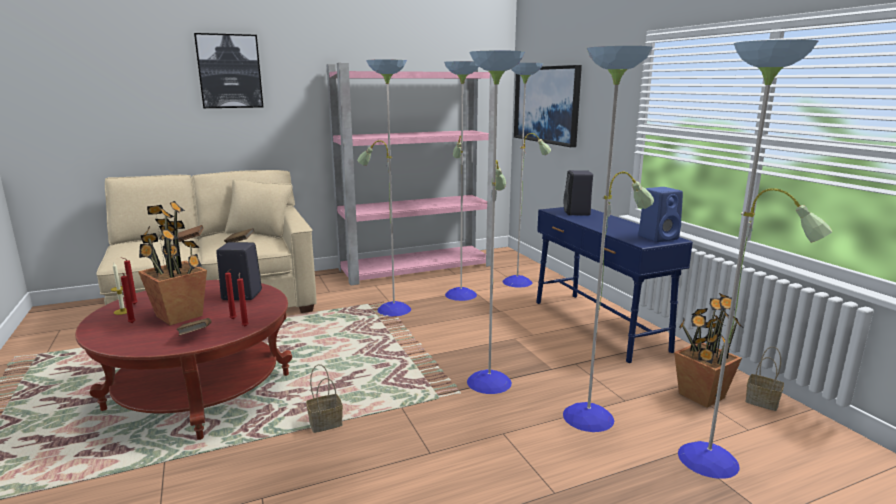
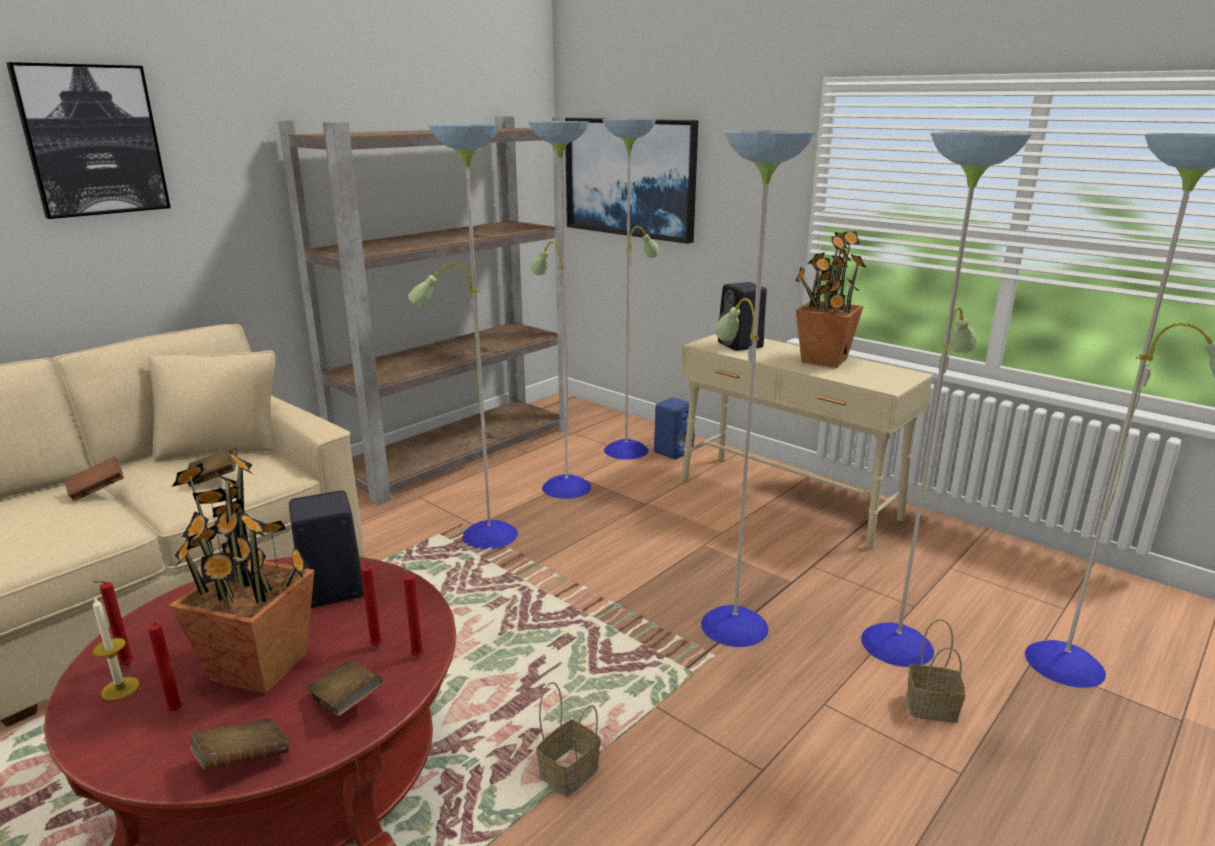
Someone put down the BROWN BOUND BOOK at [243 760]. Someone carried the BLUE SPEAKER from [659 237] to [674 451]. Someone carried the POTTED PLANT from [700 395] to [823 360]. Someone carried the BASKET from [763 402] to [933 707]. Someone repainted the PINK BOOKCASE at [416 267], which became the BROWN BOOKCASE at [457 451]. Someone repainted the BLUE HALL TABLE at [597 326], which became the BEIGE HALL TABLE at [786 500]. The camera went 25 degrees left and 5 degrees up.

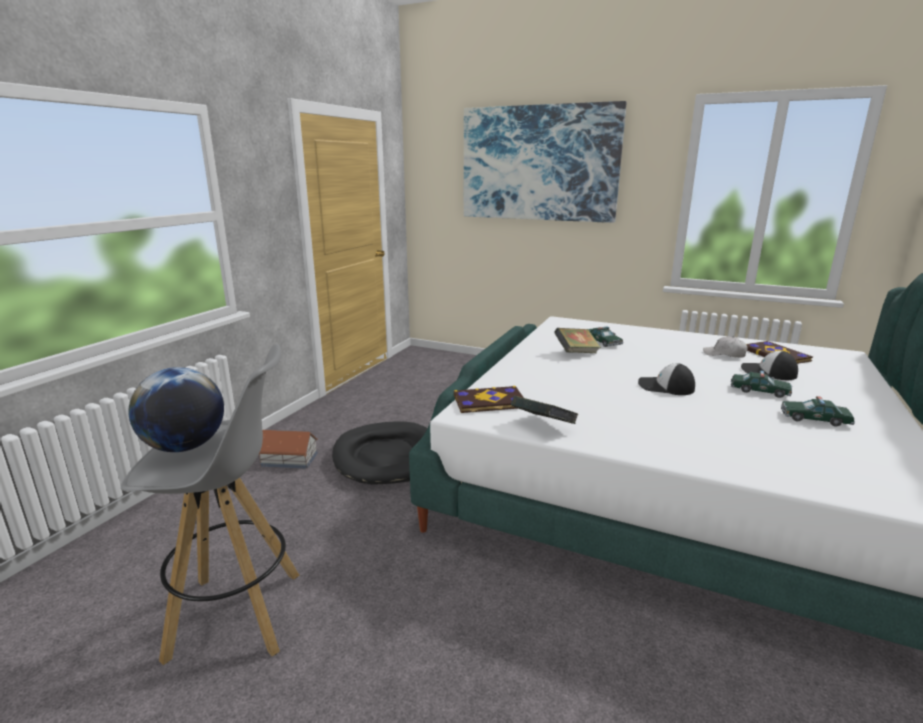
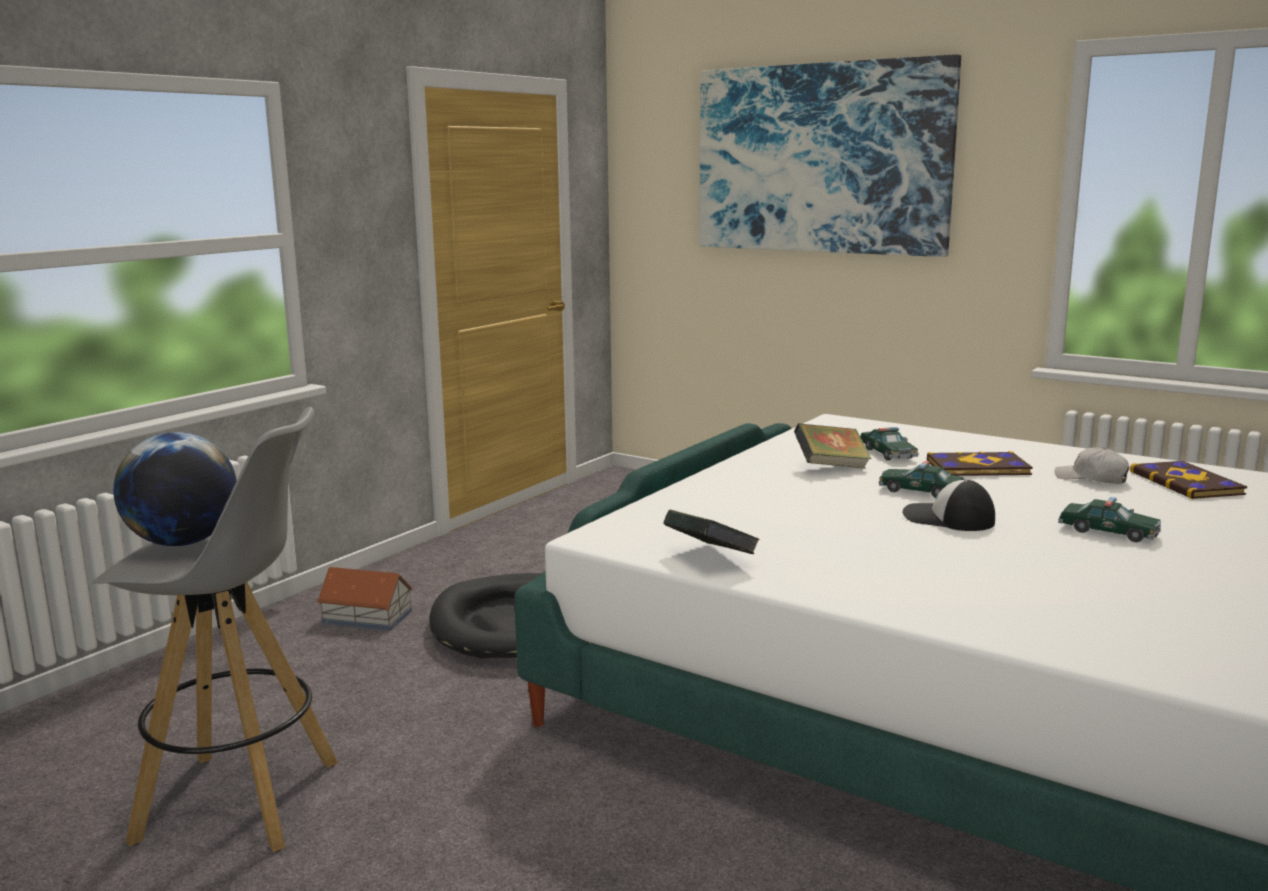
Someone took away the PEAKED CAP at [768 372]. Someone carried the BOUND BOOK from [489 402] to [978 468]. Someone carried the MINIATURE CAR from [814 419] to [921 491]. The camera went 10 degrees right and 5 degrees down.

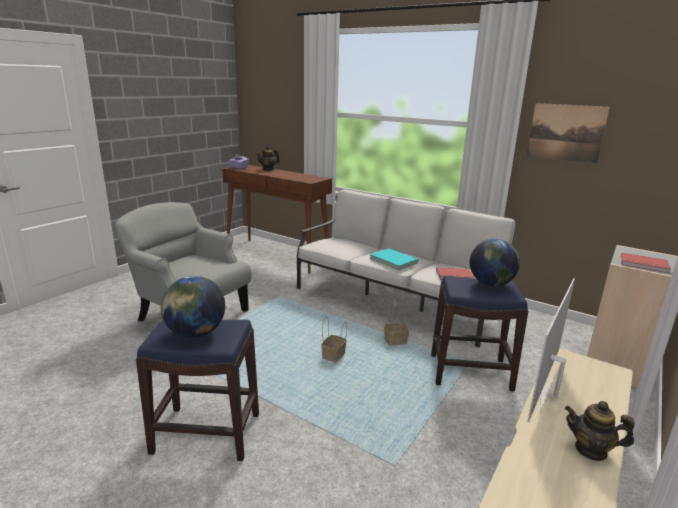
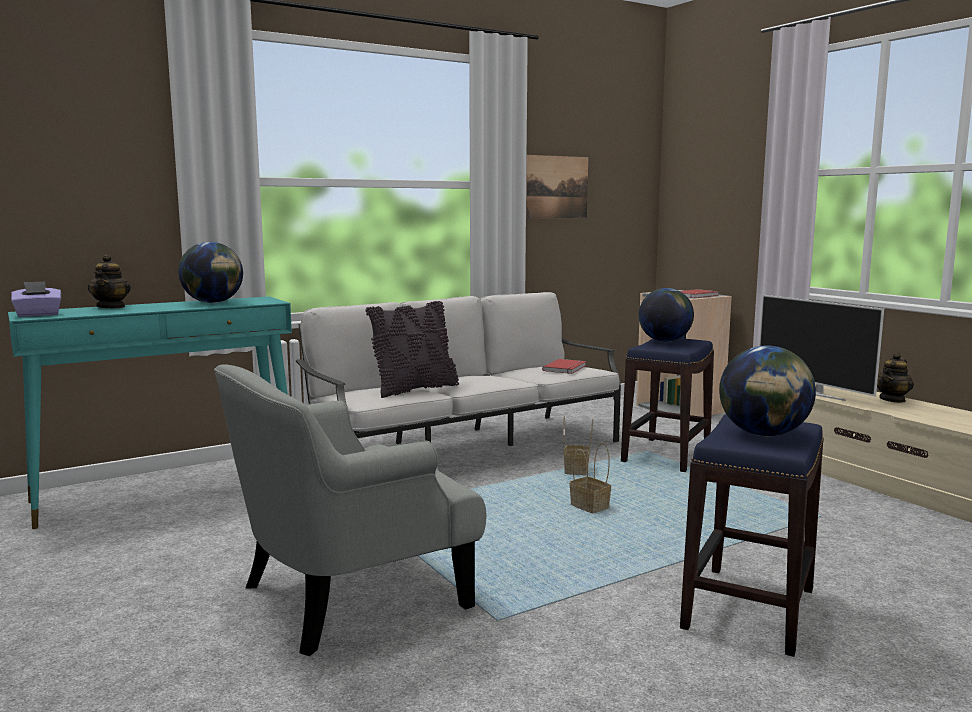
Someone took away the TURQUOISE-COLOURED BOUND BOOK at [393 261]. Someone put down the WORLD GLOBE at [213 302]. Someone put down the BLACK-COLOURED THROW PILLOW at [414 389]. Someone repainted the BROWN HALL TABLE at [277 255], which became the TURQUOISE-COLOURED HALL TABLE at [170 490]. The camera went 65 degrees left and 10 degrees down.

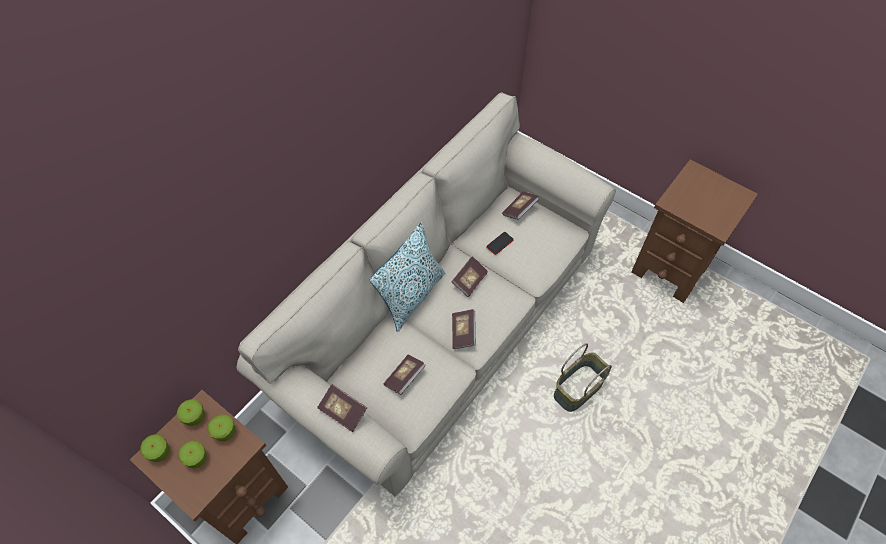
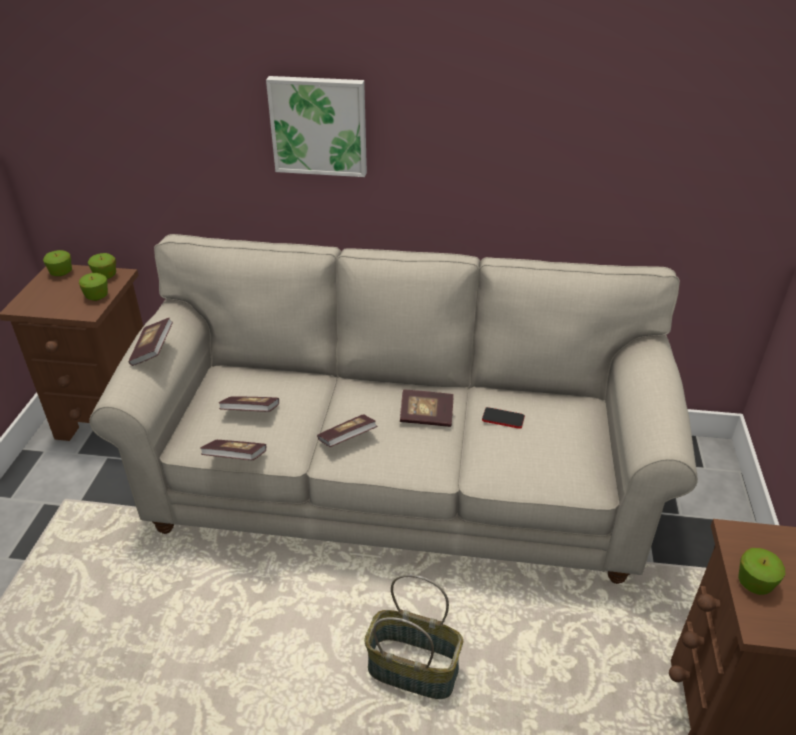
Someone took away the THROW PILLOW at [412 296]. Someone put up the WALL ART at [319 125]. Someone carried the WHOLE APPLE from [197 458] to [754 583]. Someone carried the BOUND BOOK from [519 210] to [235 458]. The camera went 60 degrees right and 20 degrees down.

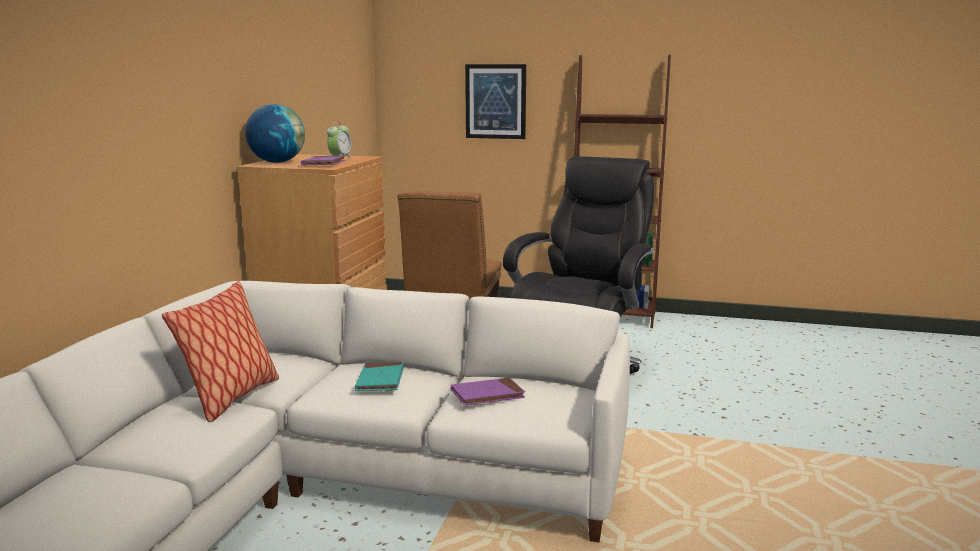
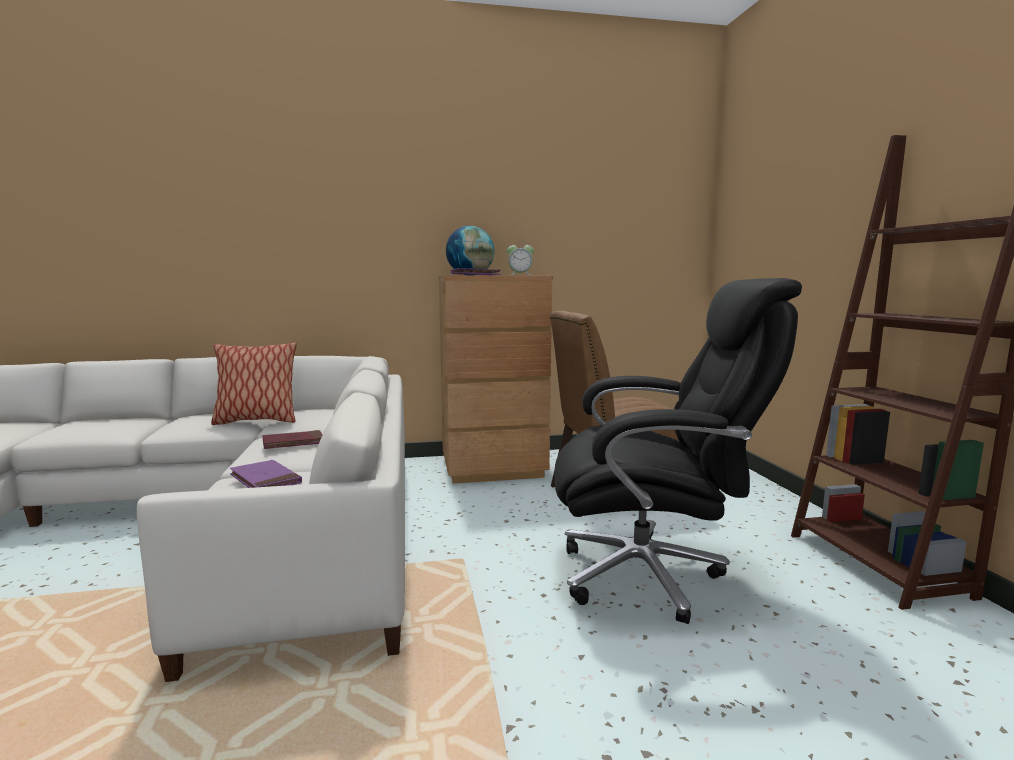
Someone took away the WALL ART at [495 101]. Someone repainted the TURQUOISE-COLOURED BOUND BOOK at [380 380], which became the RED BOUND BOOK at [293 443]. The camera went 65 degrees right and 5 degrees down.

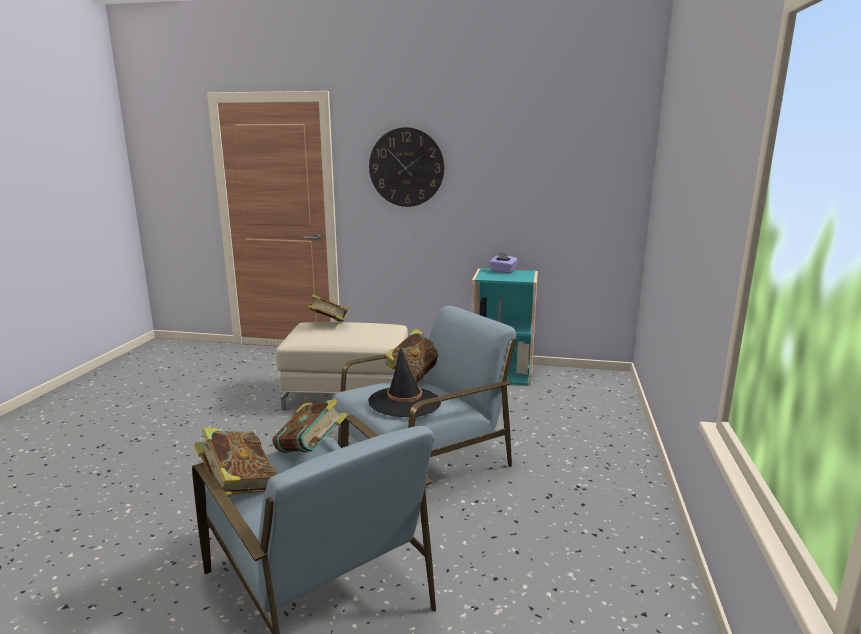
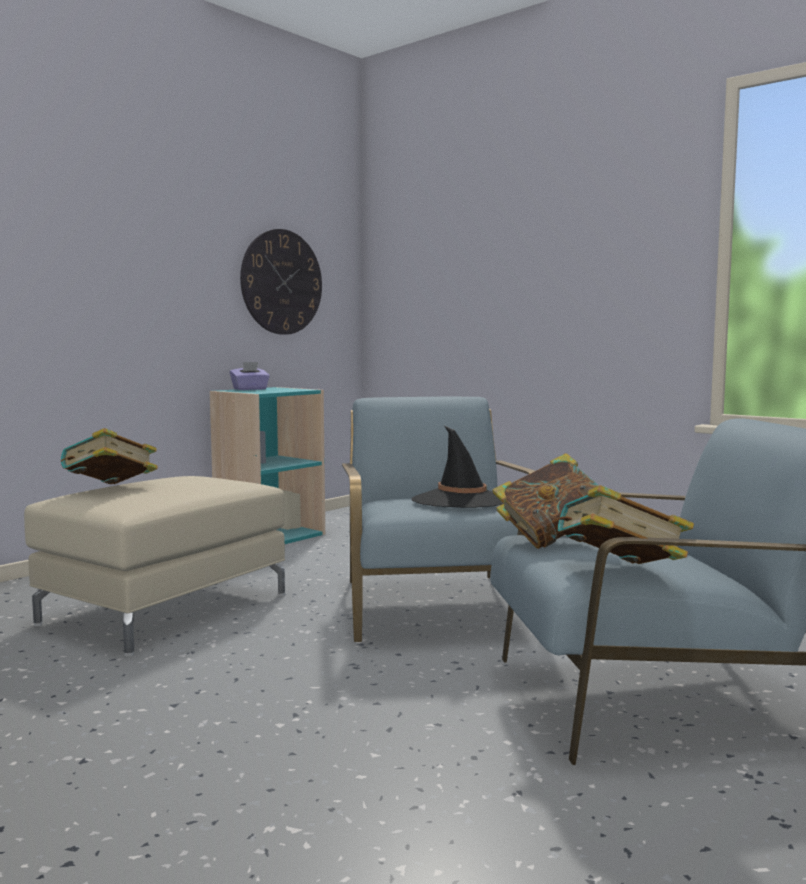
Someone took away the BOUND BOOK at [415 375]. Someone carried the CLOCK ON THE WALL from [406 167] to [281 282]. The camera went 60 degrees left and 10 degrees down.

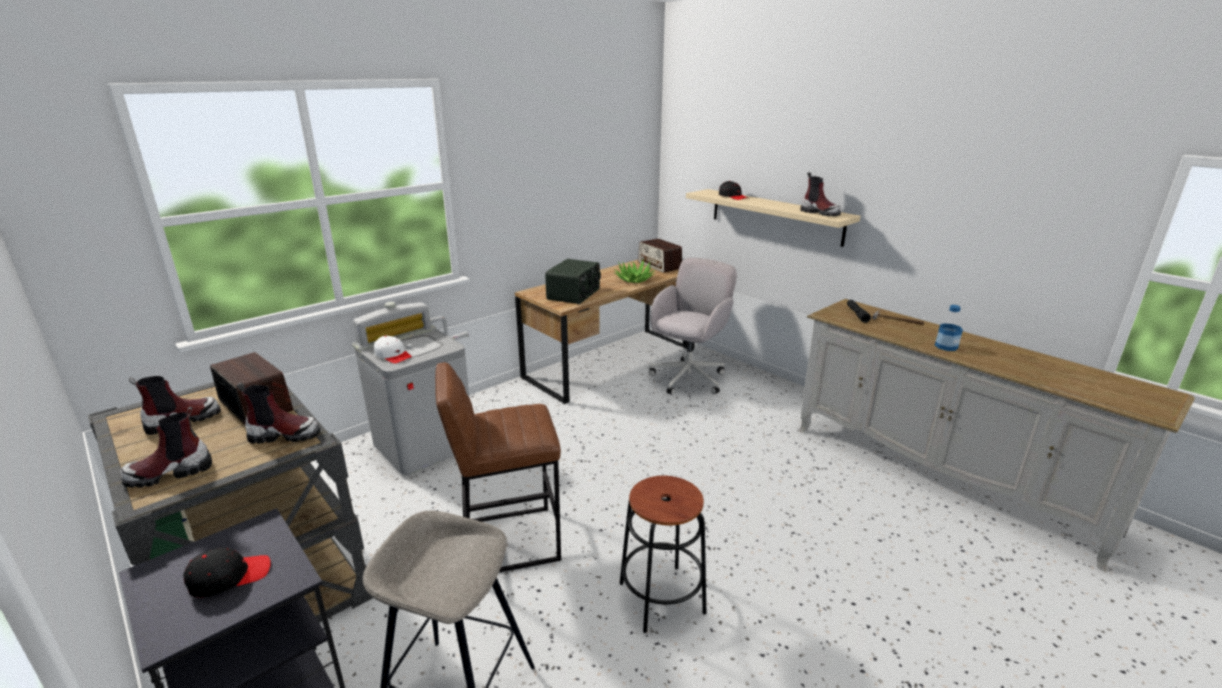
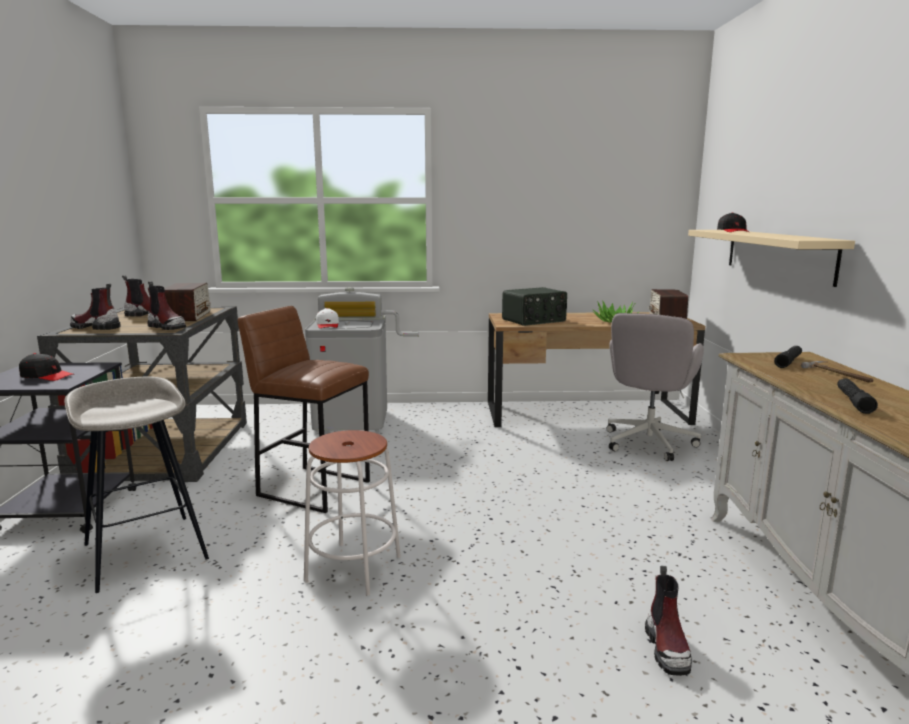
Someone carried the BOOT from [820 213] to [668 648]. Someone swapped the BEVERAGE BOTTLE at [946 346] for the BLACK-COLOURED FLASHLIGHT at [853 402]. Someone repainted the BLACK-COLOURED SITTING STOOL at [661 597], which became the WHITE-COLOURED SITTING STOOL at [353 568]. Someone rotated the GREY DESK CHAIR at [688 378] by 135 degrees clockwise. The camera went 40 degrees right and 10 degrees down.

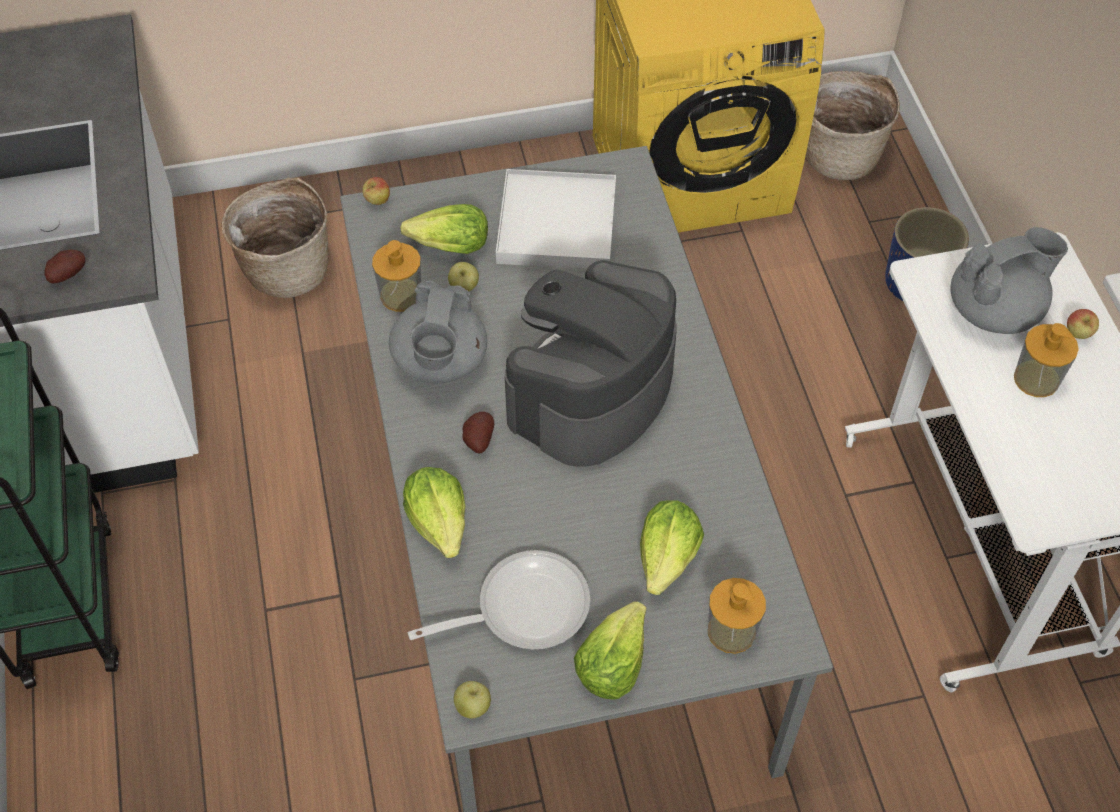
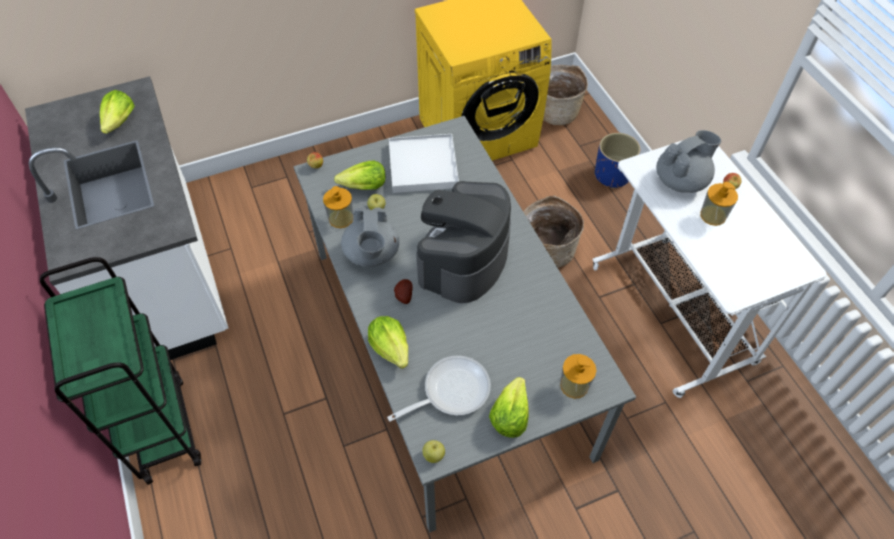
Someone took away the SPUD at [67 274]. Someone carried the BASKET from [286 268] to [547 249]. Someone carried the LETTUCE from [667 558] to [120 121]. The camera went 10 degrees left and 0 degrees up.

